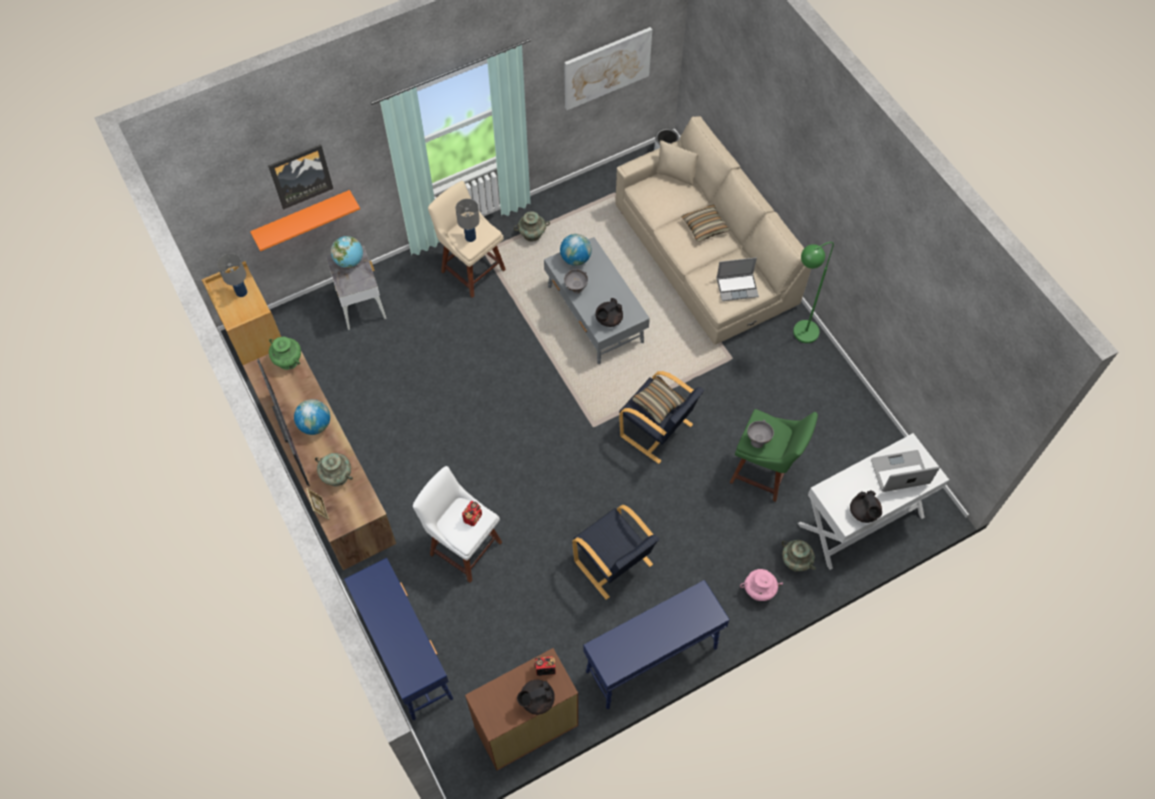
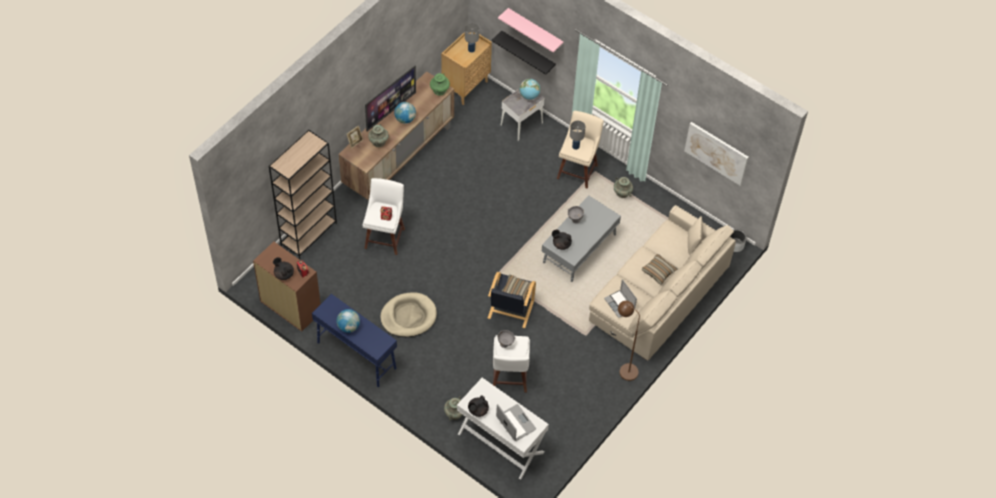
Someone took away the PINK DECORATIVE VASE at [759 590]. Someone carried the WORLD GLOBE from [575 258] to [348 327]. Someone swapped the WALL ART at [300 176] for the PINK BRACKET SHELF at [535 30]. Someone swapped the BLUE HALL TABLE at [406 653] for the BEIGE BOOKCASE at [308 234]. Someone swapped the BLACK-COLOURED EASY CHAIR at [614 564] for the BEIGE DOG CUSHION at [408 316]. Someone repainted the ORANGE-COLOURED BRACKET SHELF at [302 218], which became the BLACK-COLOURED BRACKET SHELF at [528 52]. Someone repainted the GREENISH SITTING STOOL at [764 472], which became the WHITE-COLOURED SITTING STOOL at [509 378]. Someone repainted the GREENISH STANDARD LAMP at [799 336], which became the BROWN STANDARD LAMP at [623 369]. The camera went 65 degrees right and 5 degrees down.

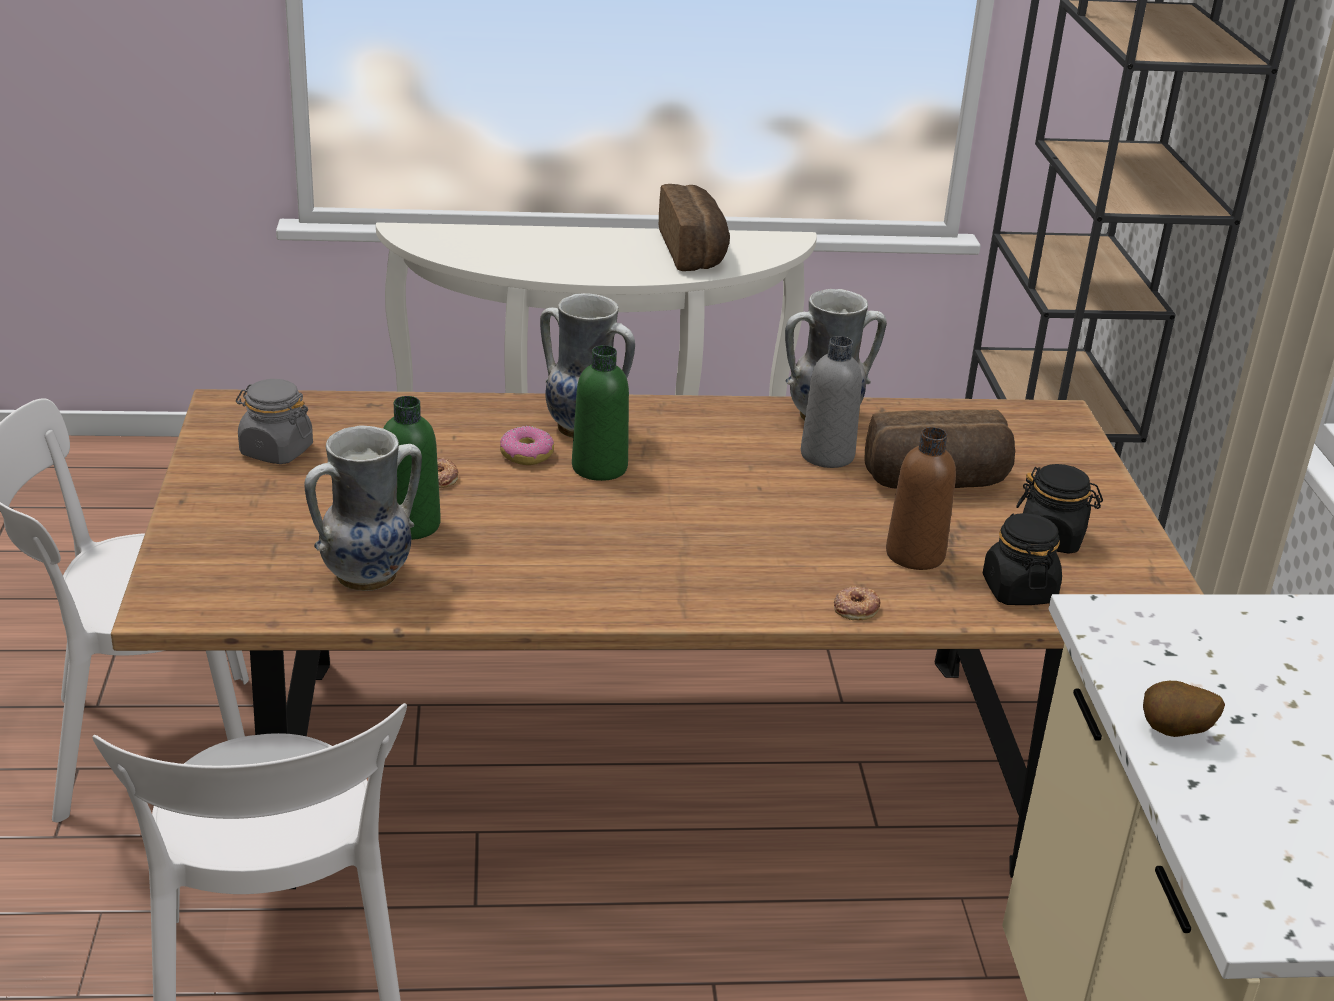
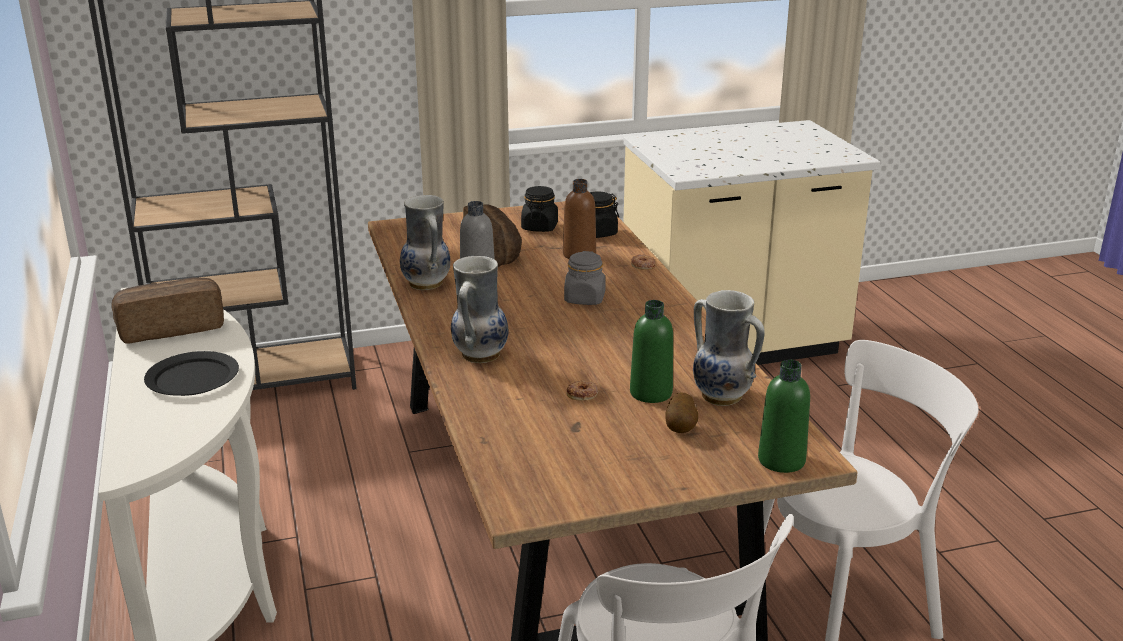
Someone took away the DONUT at [526 454]. Someone put down the BLACK-COLOURED DINNER PLATE at [192 378]. Someone carried the GREY STORAGE JAR from [276 451] to [584 299]. Someone carried the GREENISH BEVERAGE BOTTLE from [599 467] to [781 460]. Someone carried the SPUD from [1174 734] to [681 428]. The camera went 100 degrees left and 5 degrees down.

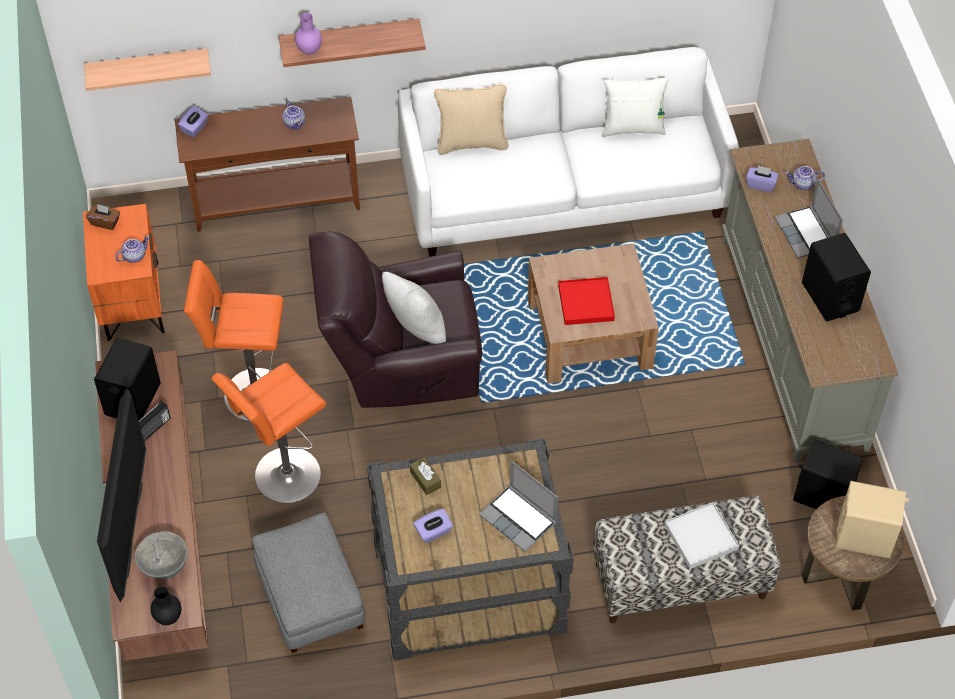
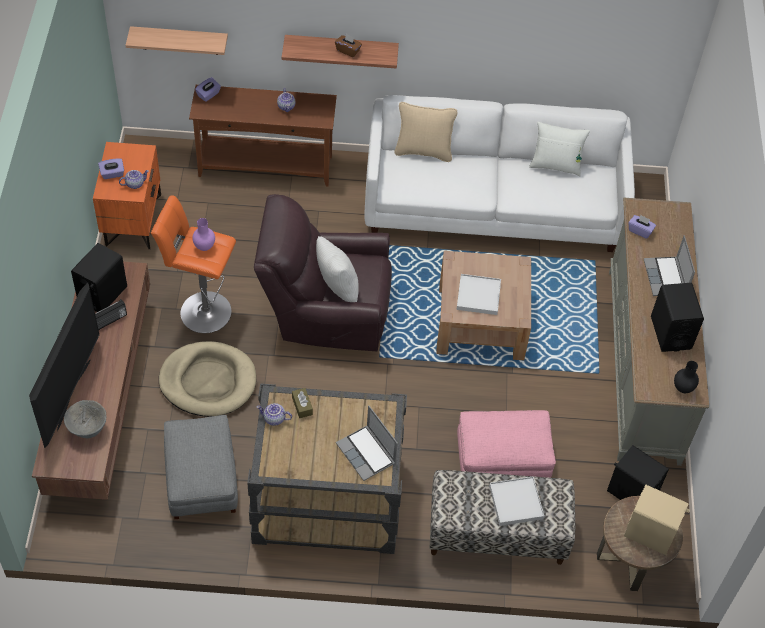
Someone put down the PINK OTTOMAN at [502 460]. Someone carried the BROWN TISSUE HOLDER from [105 222] to [348 50]. Someone carried the BLACK-COLOURED DECORATIVE VASE from [169 618] to [683 388]. Someone carried the PURPLE-COLOURED DECORATIVE VASE from [309 51] to [204 247]. Someone carried the PURPLE-COLOURED TISSUE HOLDER from [433 532] to [112 174]. Someone carried the TEAPOT from [802 184] to [274 419]. Someone swapped the ORANGE-COLOURED SITTING STOOL at [283 478] for the BEIGE DOG CUSHION at [208 381]. Someone repainted the RED TRAY at [586 303], which became the WHITE-COLOURED TRAY at [478 296]. The camera went 10 degrees right and 0 degrees up.

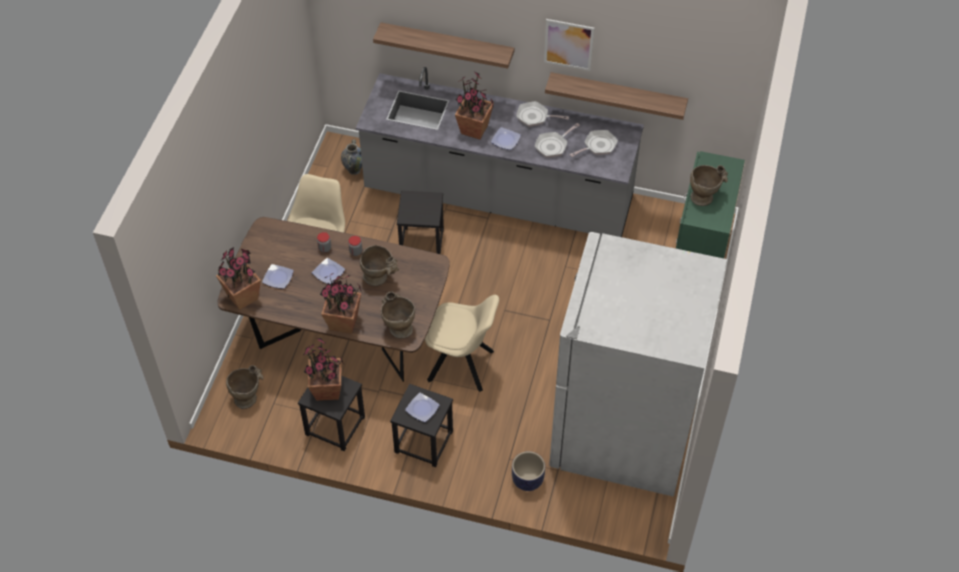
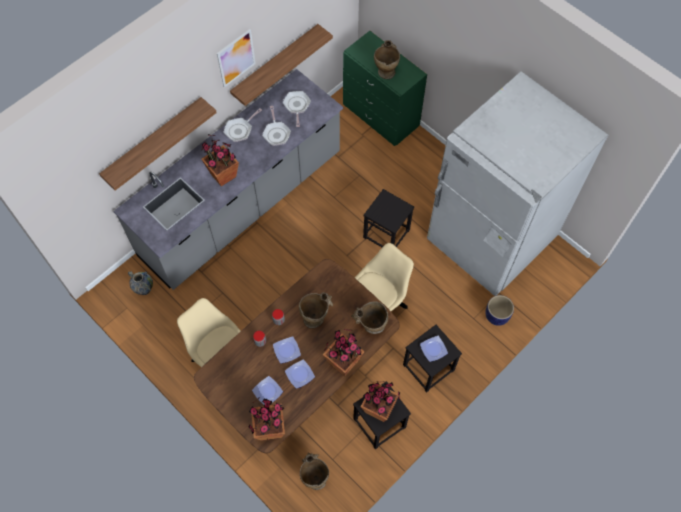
Someone carried the BLACK-COLOURED SITTING STOOL from [422 243] to [386 233]. Someone carried the DINNER PLATE from [505 140] to [299 374]. The camera went 60 degrees left and 10 degrees up.

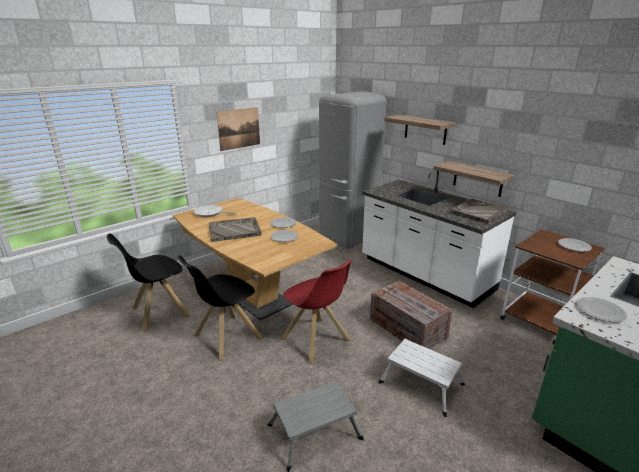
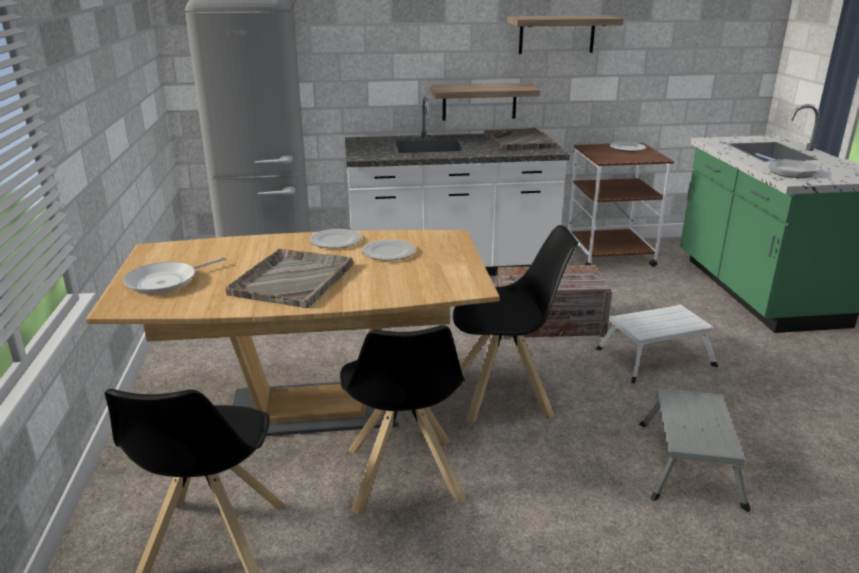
Someone took away the WALL ART at [239 128]. Someone carried the BRACKET SHELF from [425 129] to [556 34]. Someone swapped the DINNER PLATE at [601 311] for the PAN at [788 171]. Someone repainted the RED CHAIR at [316 340], which became the BLACK-COLOURED CHAIR at [505 394]. The camera went 55 degrees left and 0 degrees up.

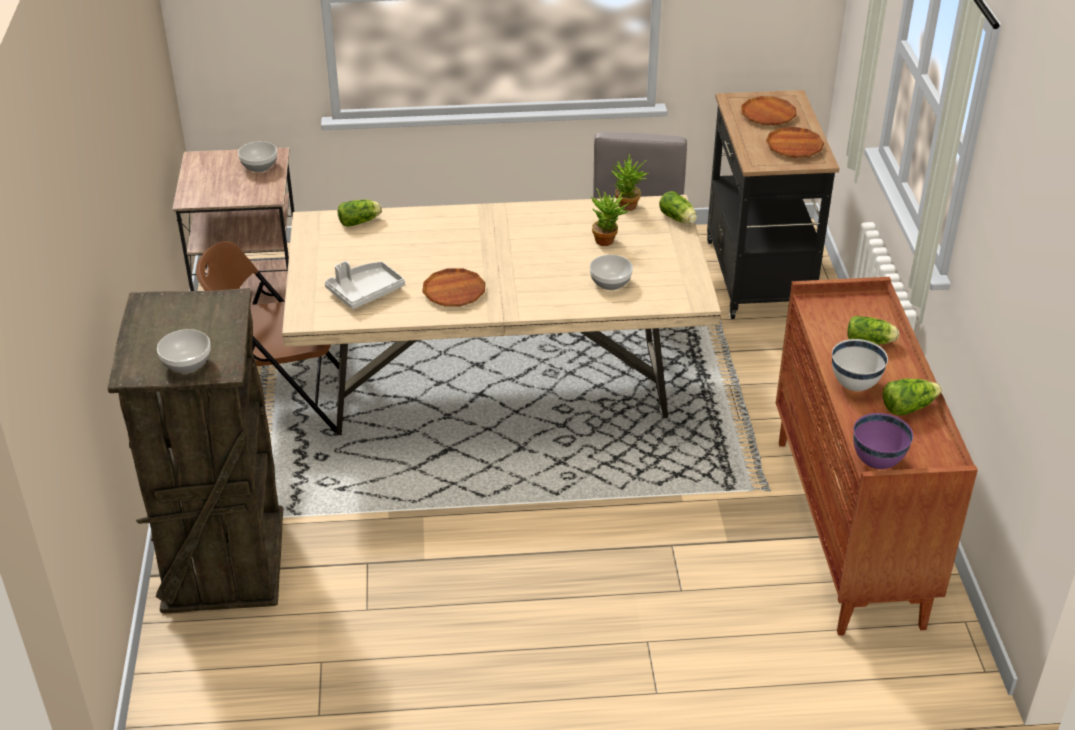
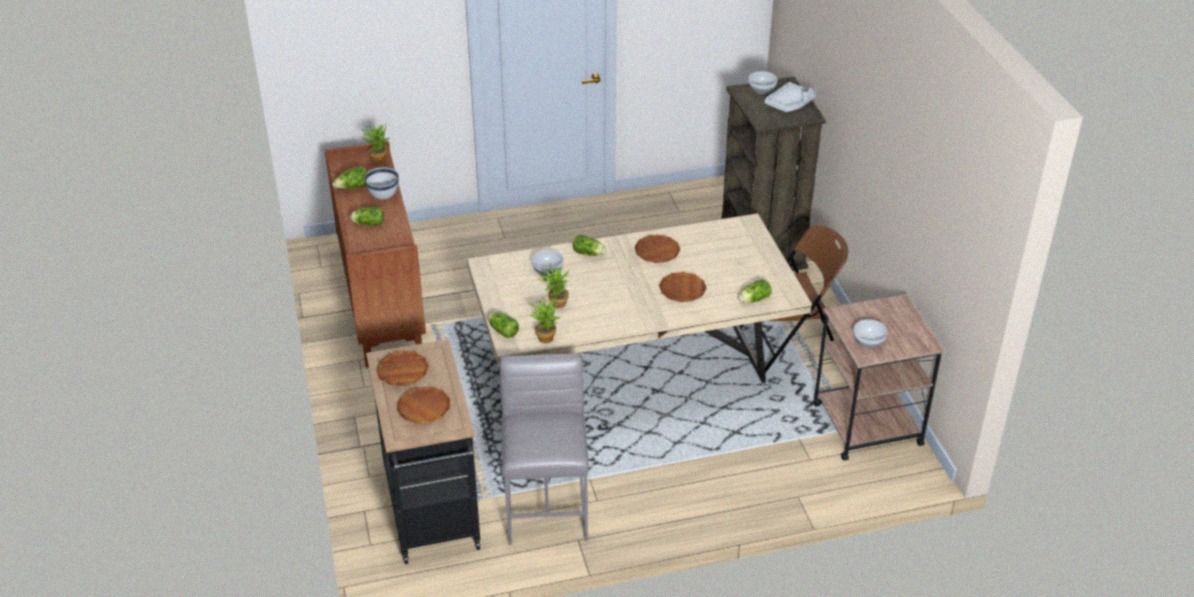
Someone put down the LETTUCE at [589 253]. Someone put down the BROWN DINNER PLATE at [682 290]. Someone carried the GREY TRAY from [365 291] to [790 103]. Someone swapped the PURPLE-COLOURED BOWL at [876 462] for the POTTED PLANT at [378 158]. The camera went 170 degrees right and 0 degrees up.

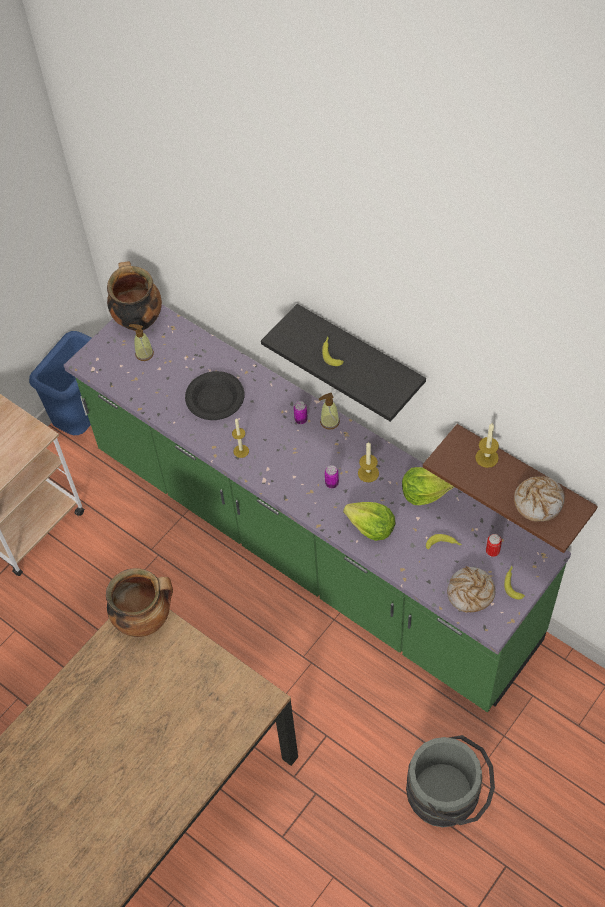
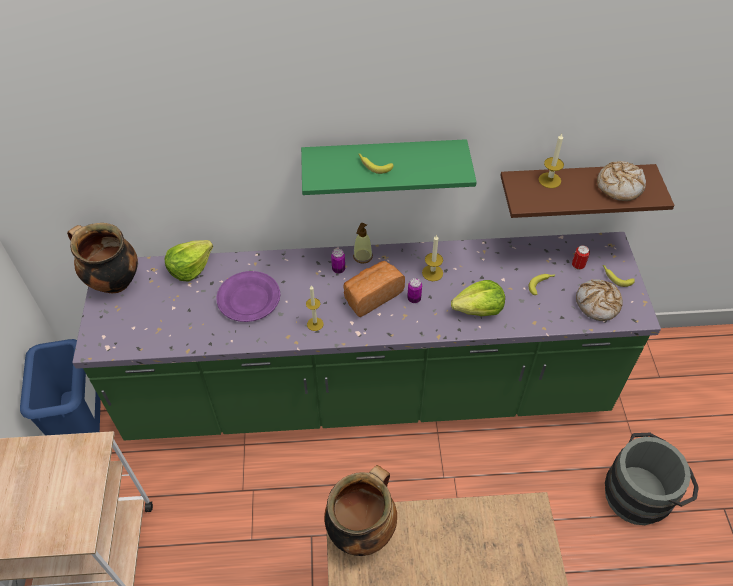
Someone took away the SOAP BOTTLE at [144 354]. Someone put down the BREAD at [371 295]. Someone carried the LETTUCE from [424 492] to [190 268]. Someone repainted the BLACK-COLOURED DINNER PLATE at [215 398], which became the PURPLE-COLOURED DINNER PLATE at [249 299]. Someone repainted the BLACK-COLOURED BRACKET SHELF at [360 356], which became the GREENISH BRACKET SHELF at [384 164]. The camera went 45 degrees left and 5 degrees down.

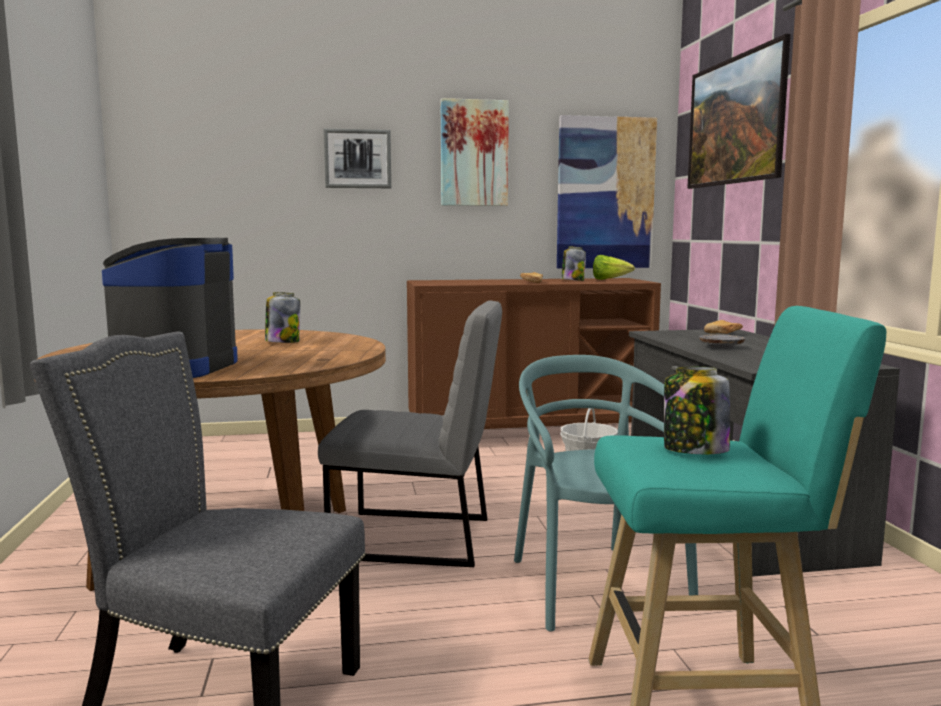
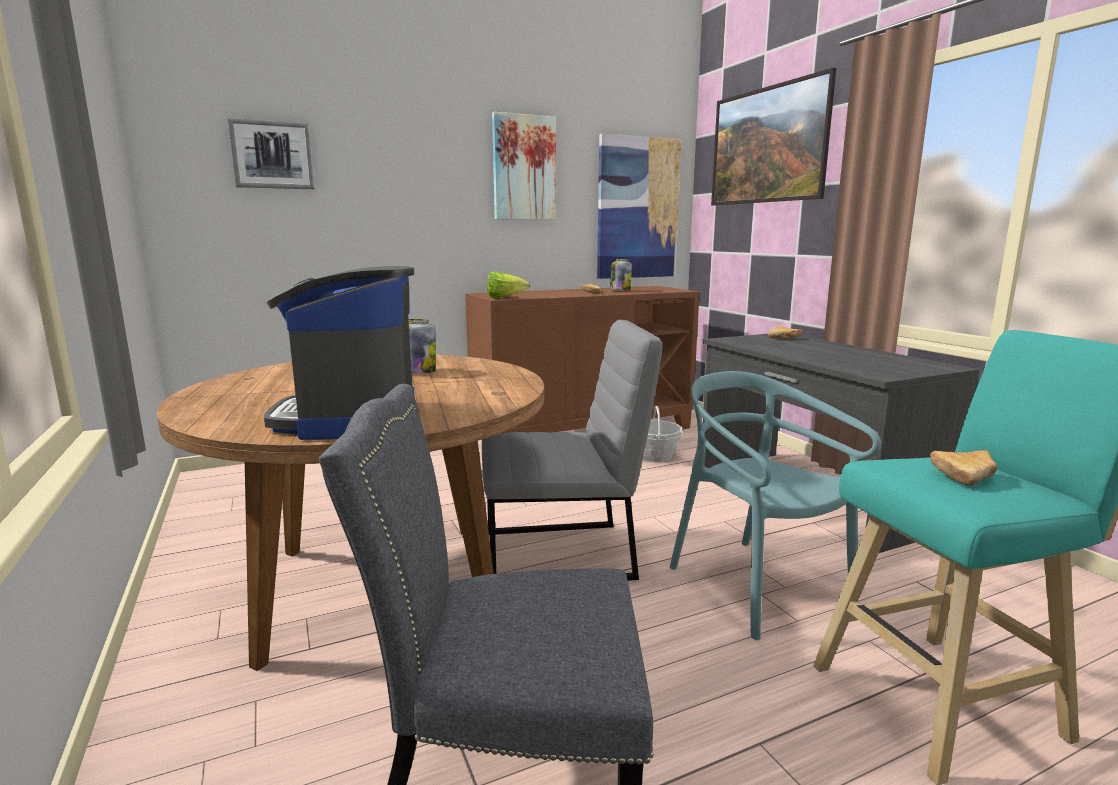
Someone took away the GREY DINNER PLATE at [721 347]. Someone carried the WALL ART from [357 159] to [272 155]. Someone carried the LETTUCE from [609 280] to [504 298]. Someone swapped the STORAGE JAR at [694 450] for the BREAD at [968 476]. The camera went 15 degrees left and 5 degrees up.

